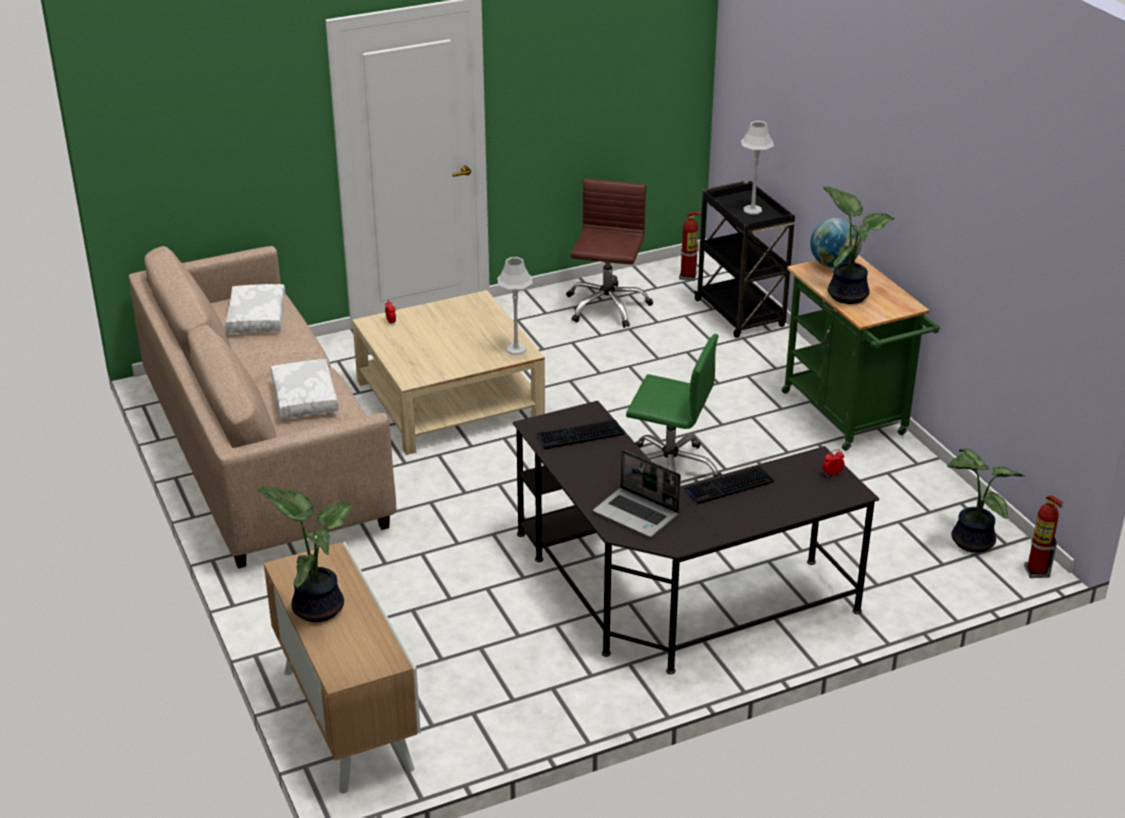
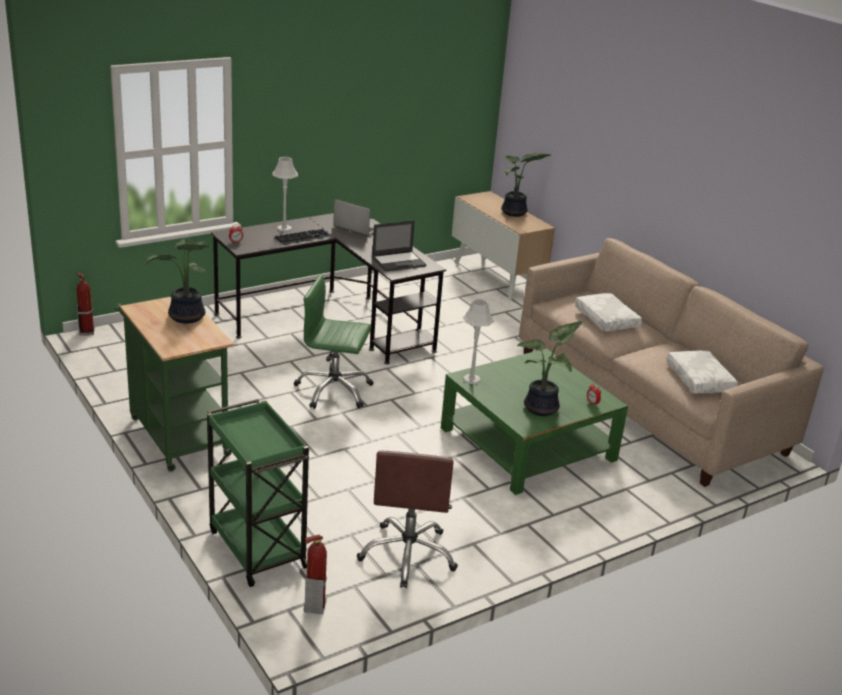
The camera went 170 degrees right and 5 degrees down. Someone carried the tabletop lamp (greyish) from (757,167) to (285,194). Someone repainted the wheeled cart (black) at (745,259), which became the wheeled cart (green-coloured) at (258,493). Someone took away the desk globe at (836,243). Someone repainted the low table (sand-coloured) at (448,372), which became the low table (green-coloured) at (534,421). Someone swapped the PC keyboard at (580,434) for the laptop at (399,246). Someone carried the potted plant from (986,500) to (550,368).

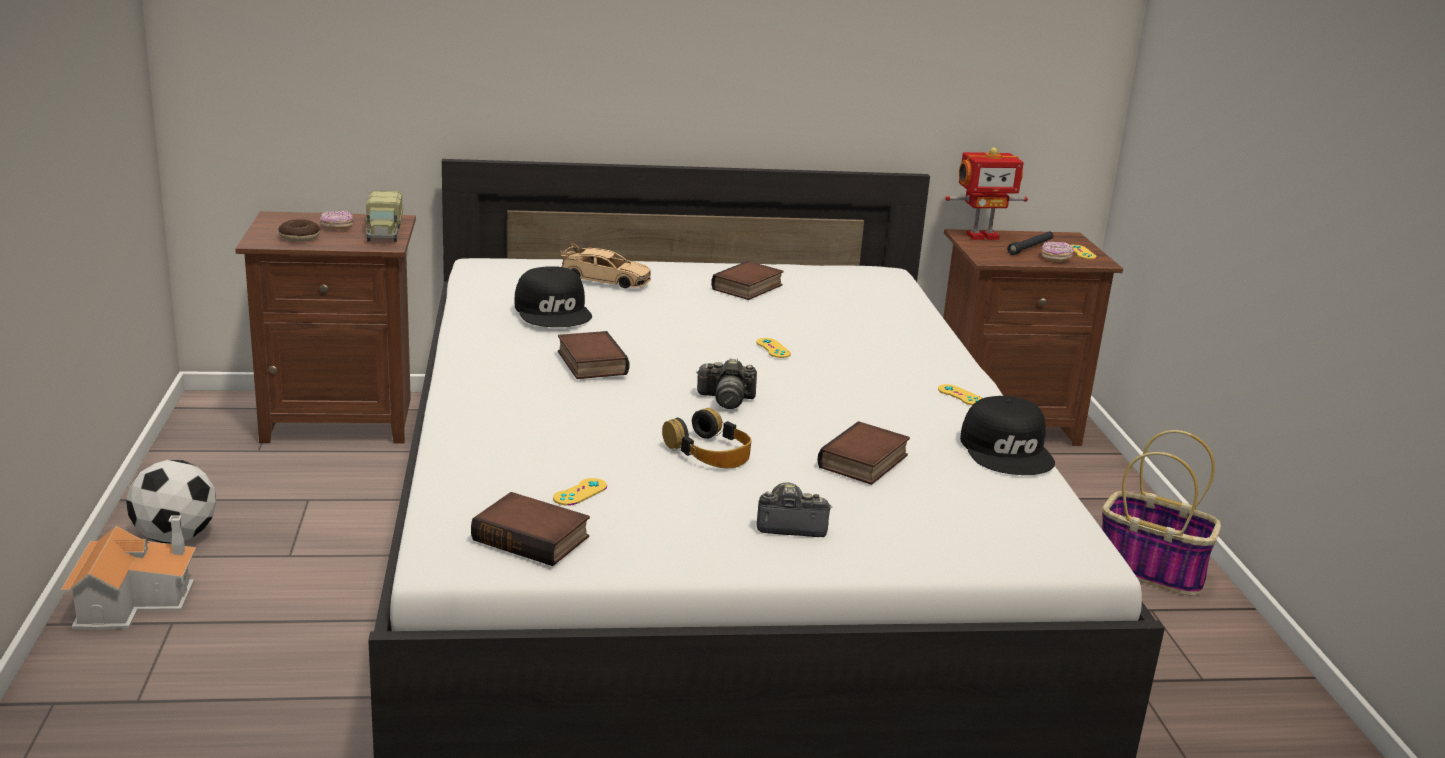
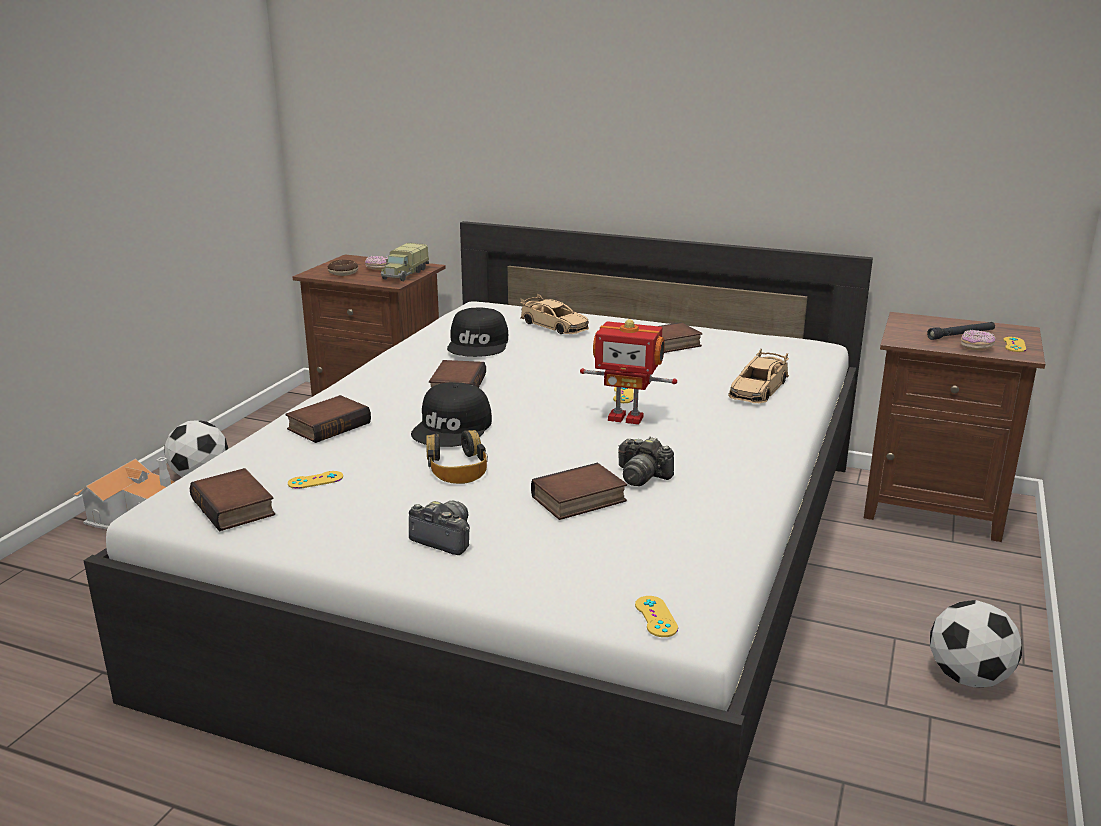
The camera went 30 degrees right and 0 degrees up. Someone carried the model robot from (986,193) to (628,372). Someone carried the photo camera from (726,383) to (646,461). Someone carried the gamepad (yellowish) from (960,394) to (656,616). Someone carried the peaked cap (black) from (1007,435) to (451,414). Someone swapped the household basket at (1161,513) for the football at (976,644). Someone put down the miniature car (sand-coloured) at (758,376). Someone put down the book at (328,419).

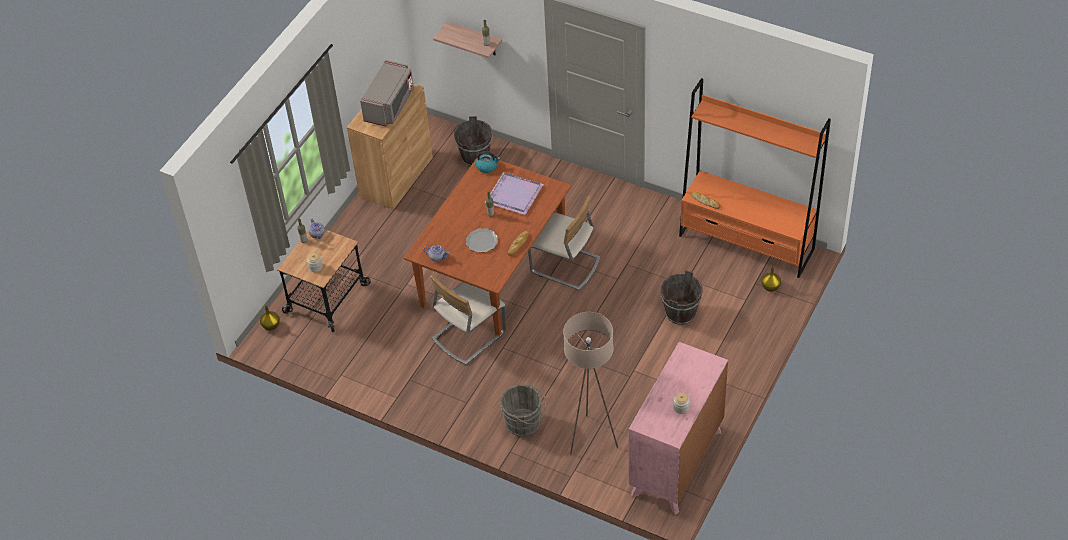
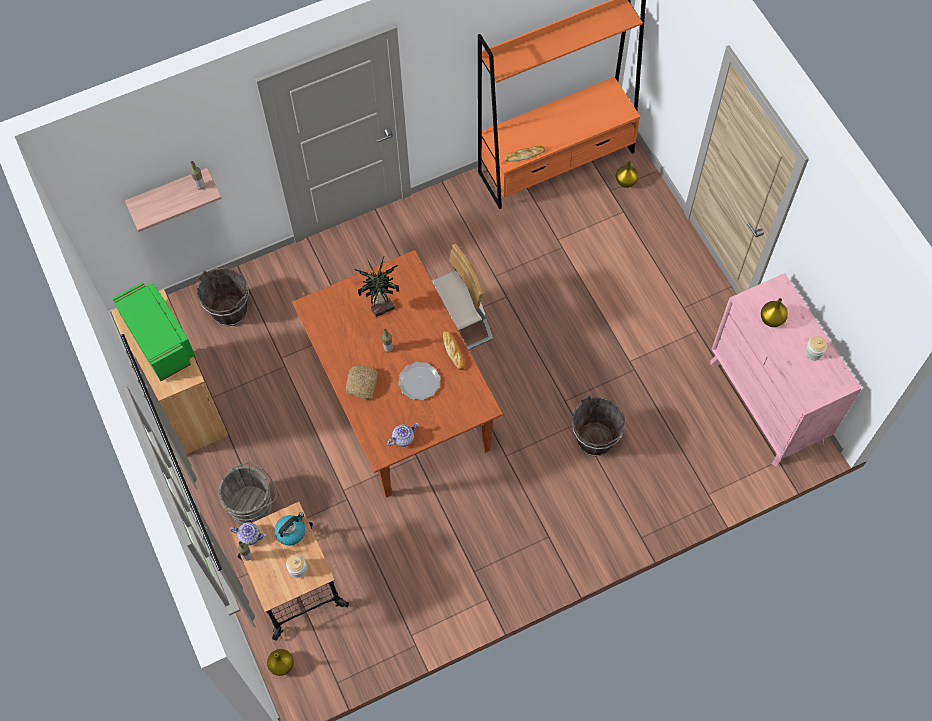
The camera went 55 degrees left and 15 degrees up. Someone repainted the microwave oven (greyish) at (387,93), which became the microwave oven (green-coloured) at (153,331). Someone carried the water kettle from (488,162) to (289,529). Someone swapped the tray (purplish) at (514,193) for the potted plant at (377,286). Someone carried the pail (brown) from (681,297) to (599,425). Someone took away the plain chair (sand-coloured) at (468,320). Someone took away the standing lamp (sand-coloured) at (590,383). Someone carried the pail (greyish) from (523,410) to (247,493). Someone put down the vase (yellowish) at (774,312). Someone put down the bakery bread at (362,382).

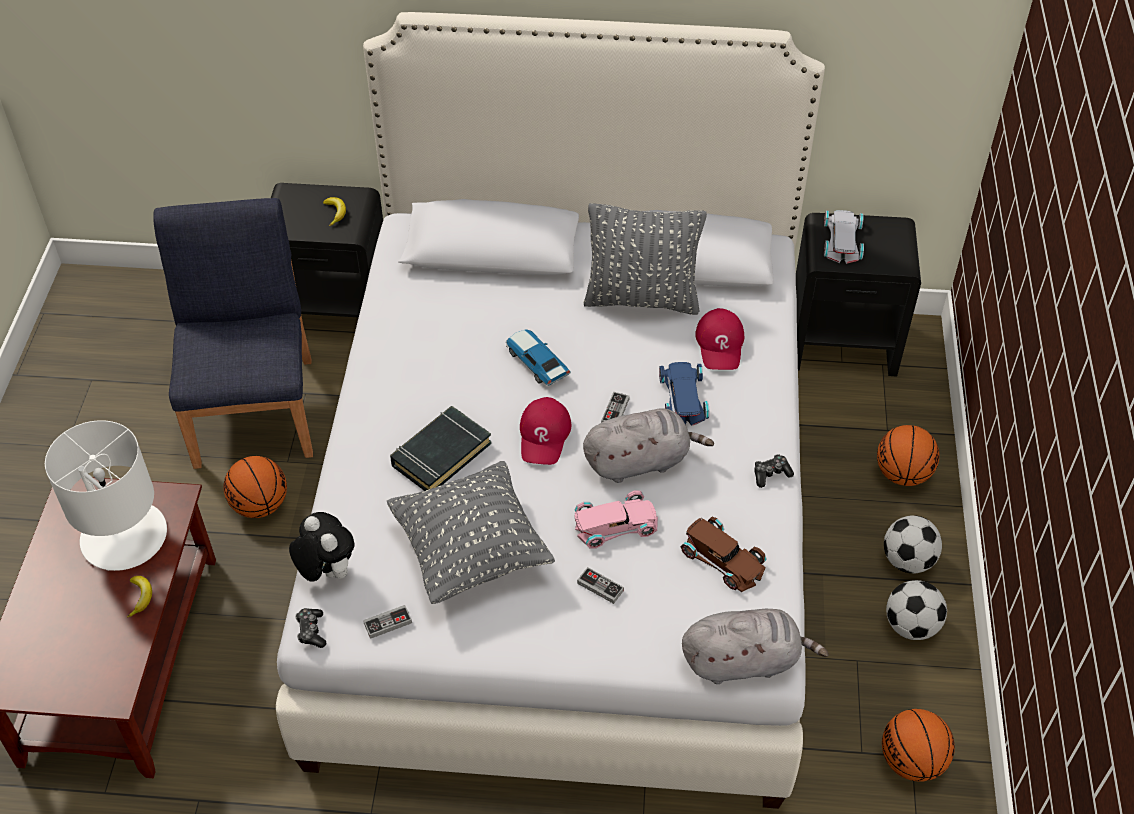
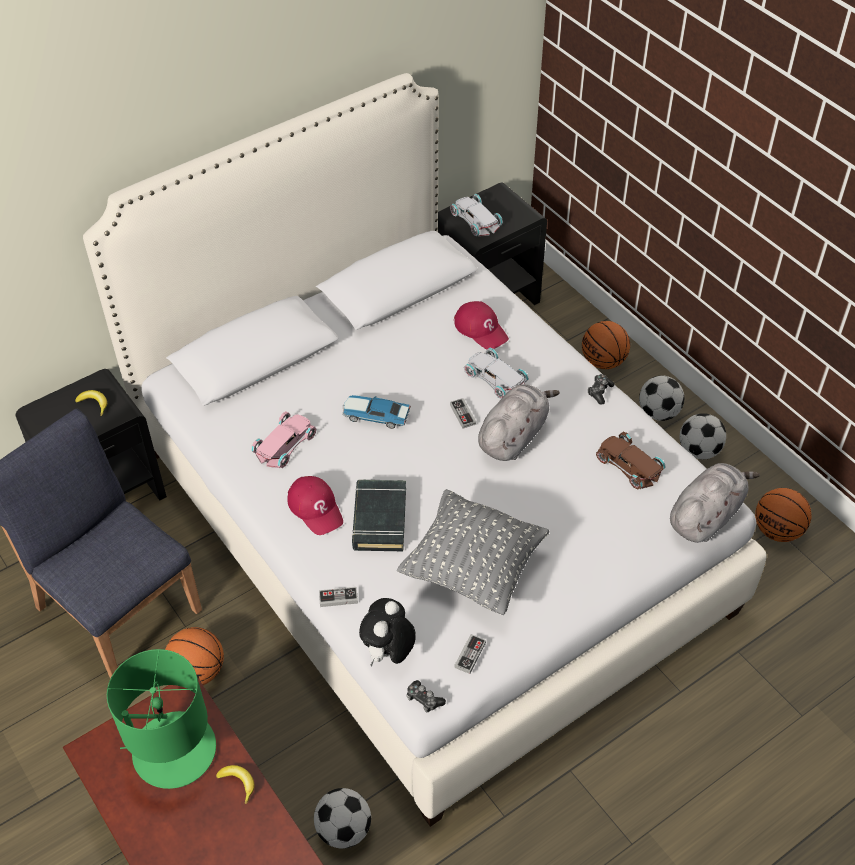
The camera went 40 degrees left and 0 degrees up. Someone took away the pillow (greyish) at (645,259). Someone repainted the miniature car (blue-coloured) at (684,394), which became the miniature car (whitish) at (496,373). Someone carried the peaked cap (red-coloured) from (545,431) to (315,505). Someone repainted the tabletop lamp (whitish) at (106,495), which became the tabletop lamp (green-coloured) at (161,719). Someone carried the miniature car (pink-coloured) from (616,519) to (284,439). Someone rotated the soft toy at (322,546) by 75 degrees counterclockwise. Someone rotated the miniature car (brown) at (724,554) by 135 degrees counterclockwise. Someone carried the gamepad from (600,585) to (338,597). Someone put down the football at (342,818).

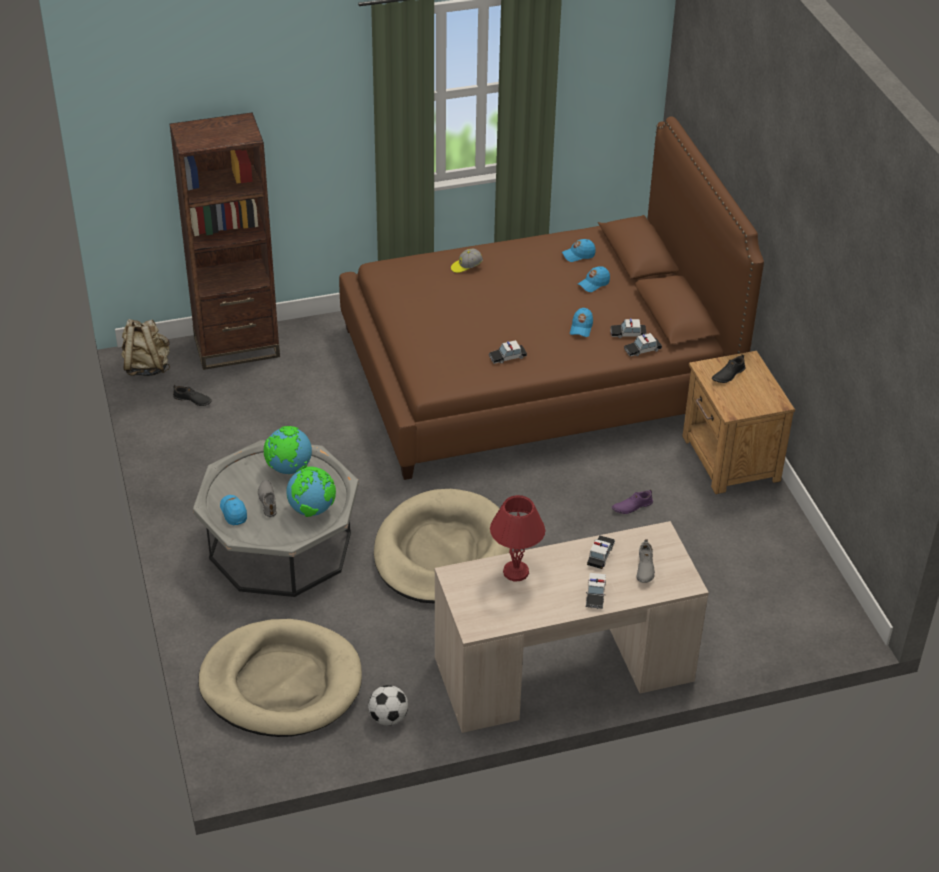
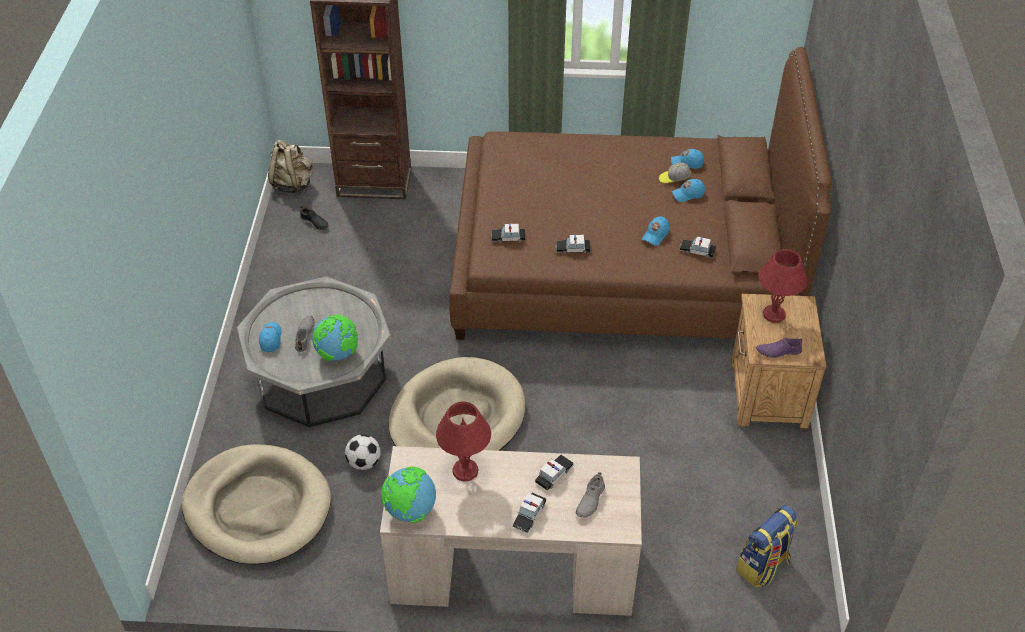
The camera went 20 degrees right and 5 degrees up. Someone carried the peaked cap from (467,261) to (675,173). Someone carried the miniature car from (643,344) to (508,233). Someone swapped the item of footwear (black) at (728,368) for the tabletop lamp (red-coloured) at (783,286). Someone carried the desk globe from (288,450) to (408,494). Someone carried the item of footwear (purplish) from (632,501) to (779,348). Someone carried the football from (388,705) to (363,452). Someone put down the rucksack at (767,546).

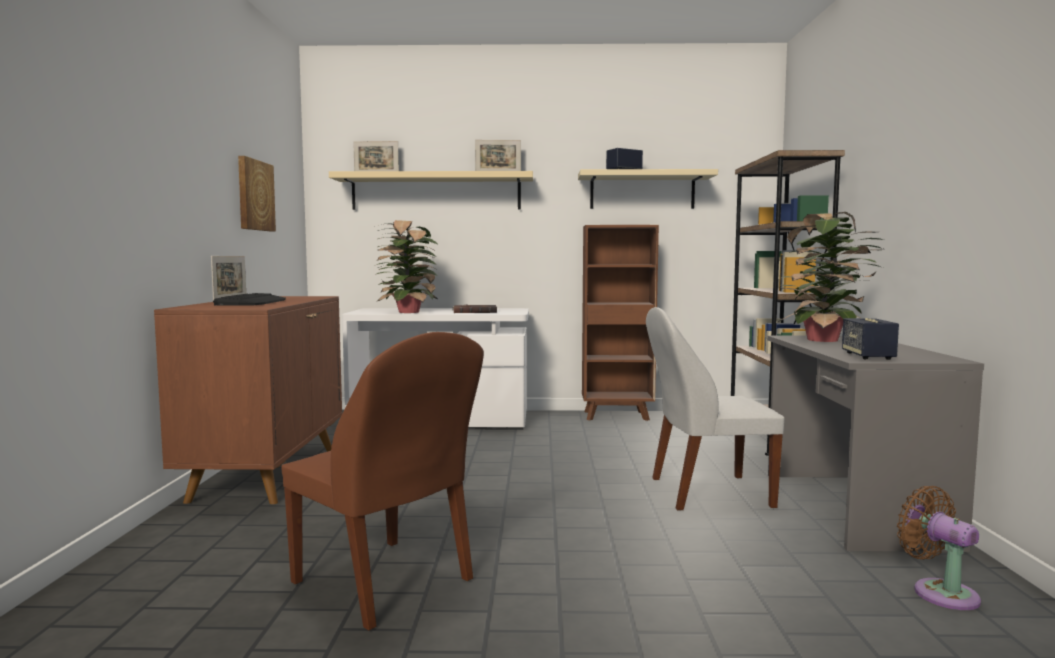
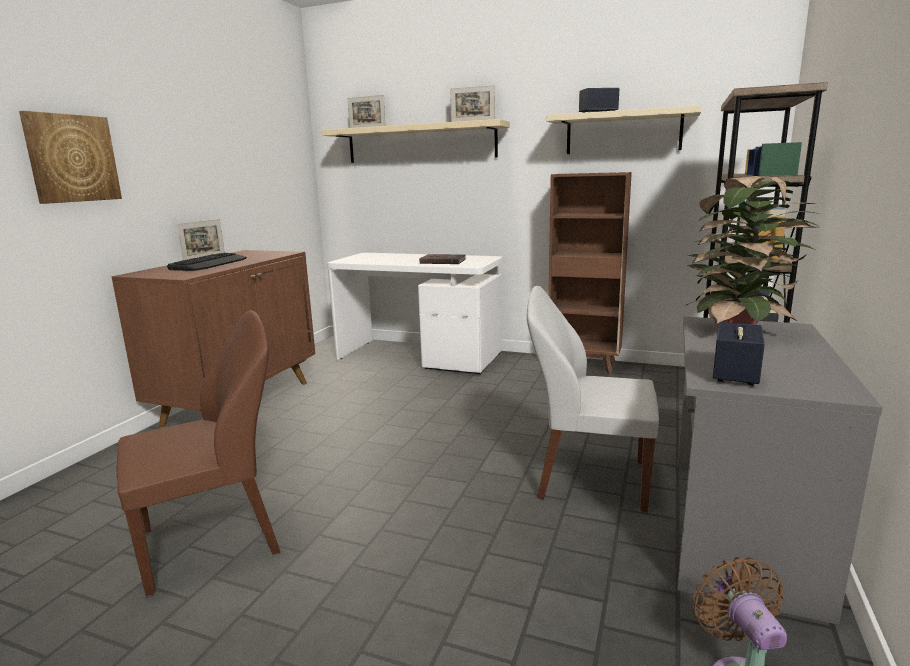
The camera went 20 degrees right and 10 degrees up. Someone carried the wall picture from (257,193) to (70,157). Someone took away the potted plant at (407,266). Someone rotated the plain chair (brown) at (383,481) by 90 degrees counterclockwise.

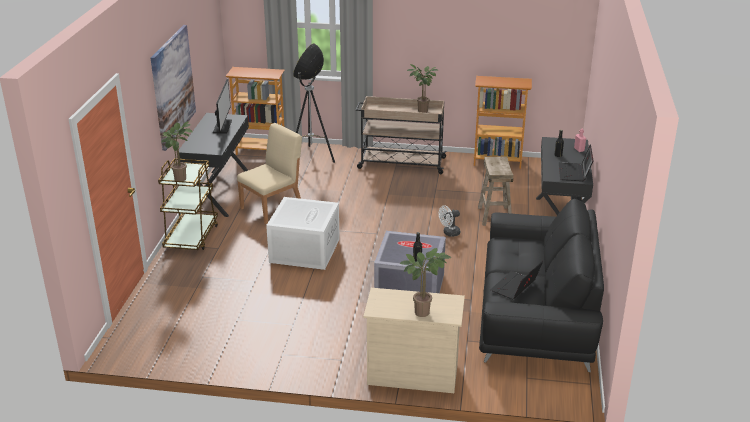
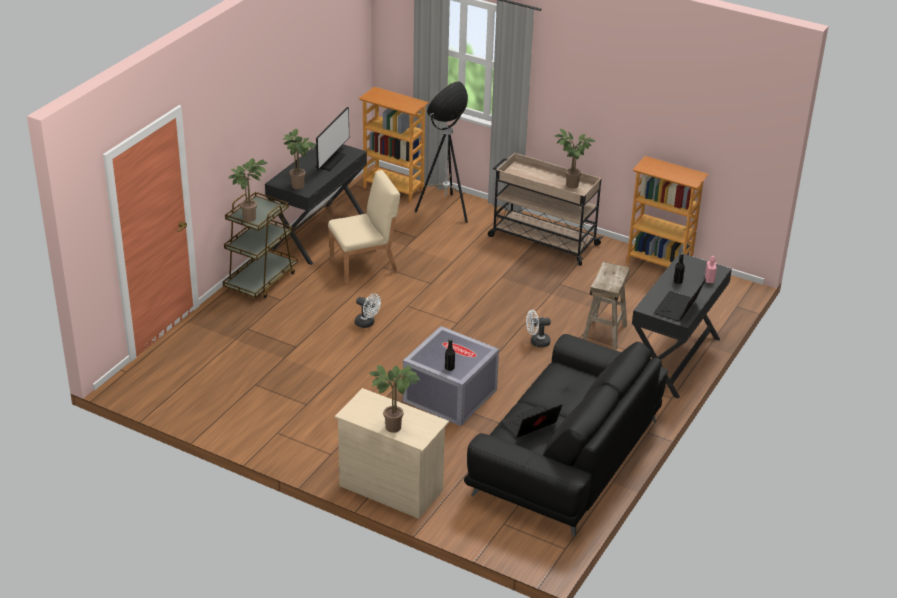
The camera went 20 degrees right and 5 degrees up. Someone took away the wall picture at (173,88). Someone swapped the storage bin (whitish) at (303,233) for the fan (whitish) at (368,311). Someone put down the potted plant at (299,159).

